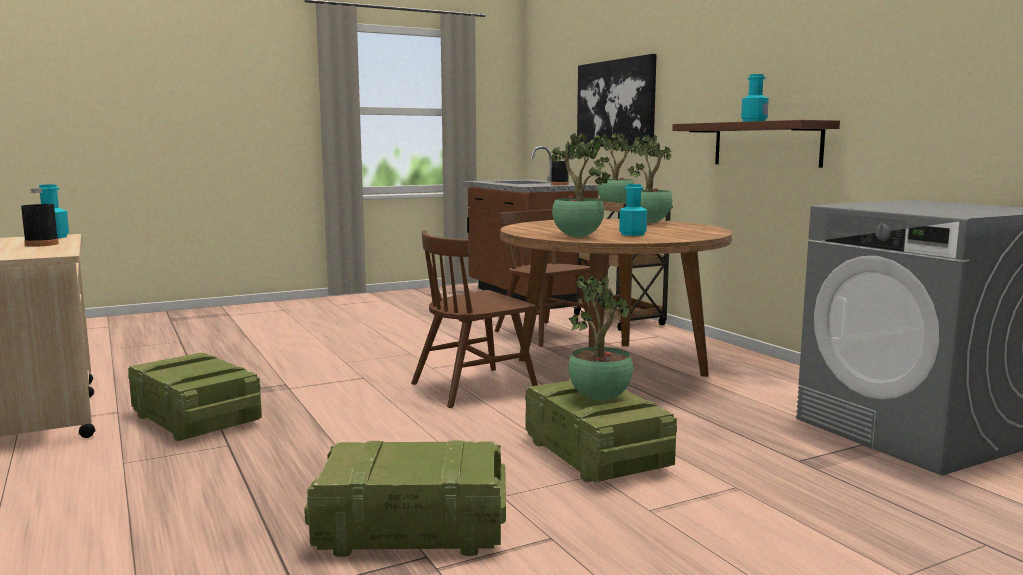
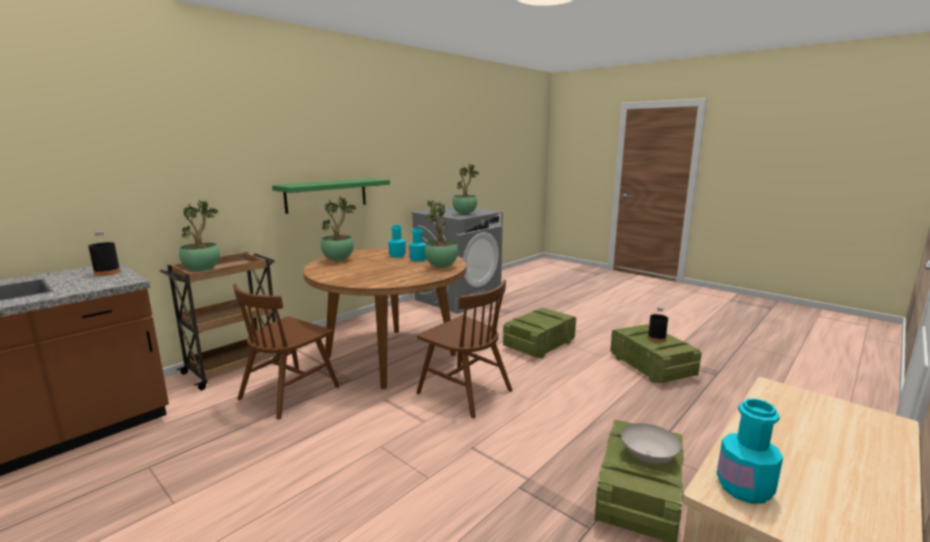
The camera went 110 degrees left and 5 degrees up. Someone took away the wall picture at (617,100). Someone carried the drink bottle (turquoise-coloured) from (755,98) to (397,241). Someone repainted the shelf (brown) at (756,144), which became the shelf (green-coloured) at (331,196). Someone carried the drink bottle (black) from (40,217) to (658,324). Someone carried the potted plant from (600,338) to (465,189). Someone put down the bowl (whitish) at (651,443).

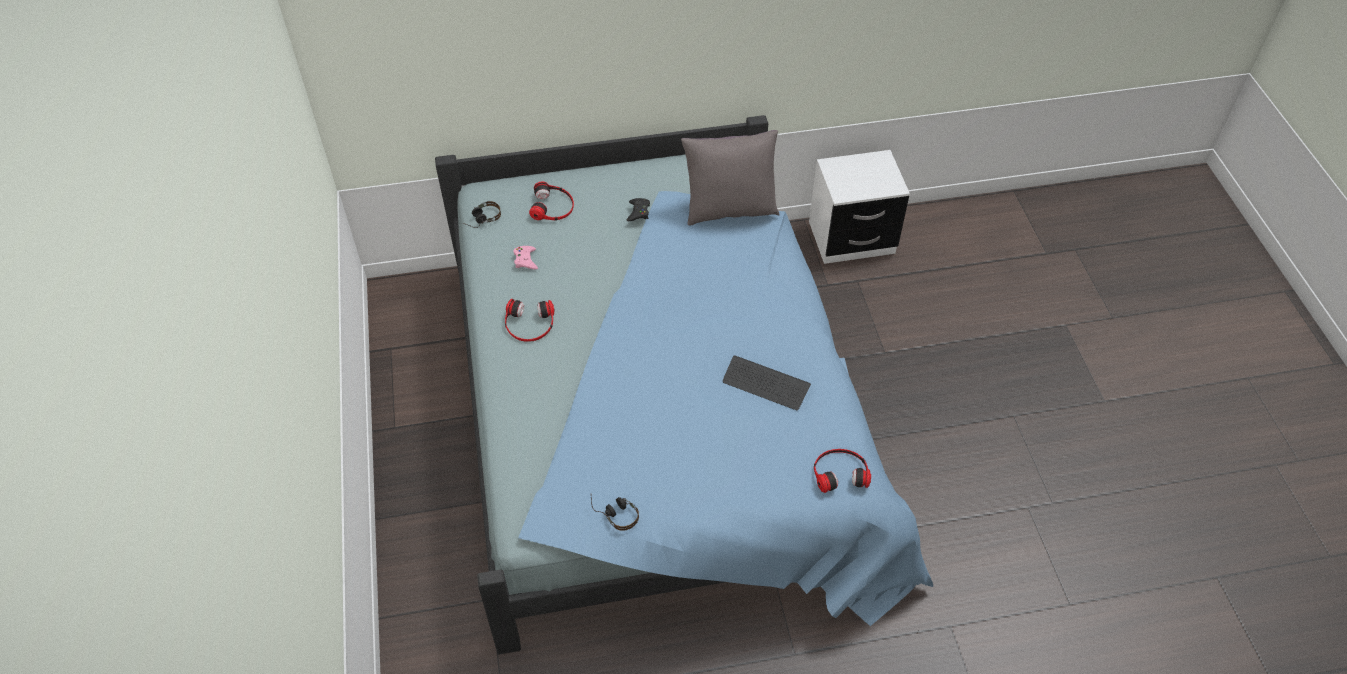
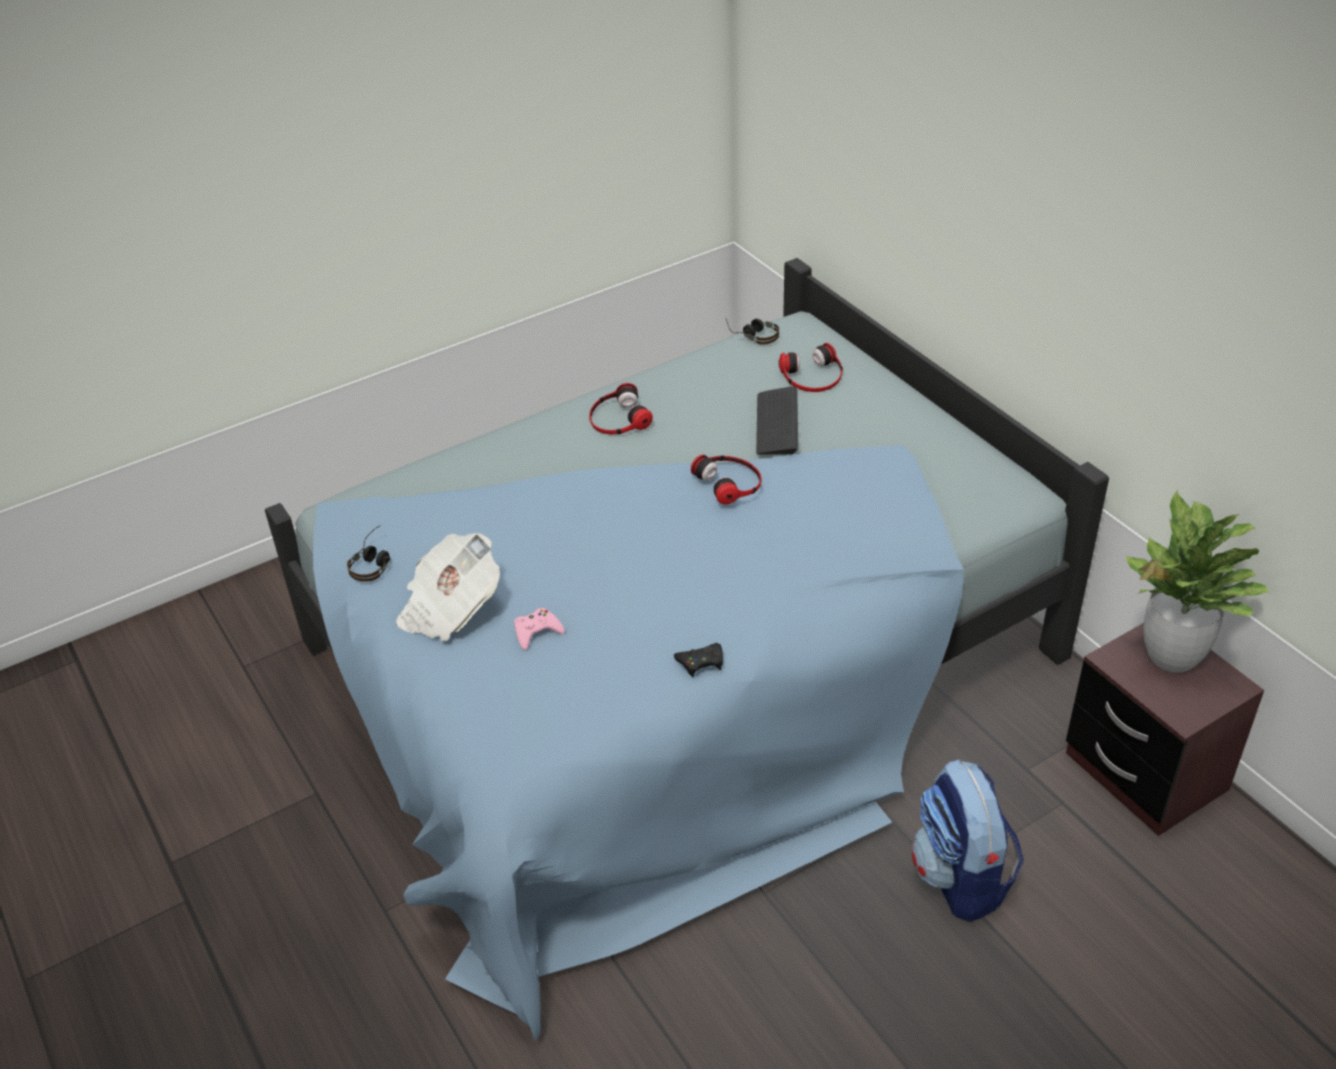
The camera went 70 degrees right and 10 degrees down. Someone took away the pillow (greyish) at (730,177). Someone repainted the bedside table (whitish) at (859,207), which became the bedside table (brown) at (1165,729). Someone carried the gamepad (black) from (638,209) to (698,660). Someone carried the gamepad (pink-coloured) from (525,258) to (539,629). Someone carried the PC keyboard from (767,383) to (777,420). Someone carried the headset from (842,471) to (726,480). Someone put down the potted plant at (1197,581). Someone put down the printed paper at (448,587). Someone put down the rucksack at (968,840).

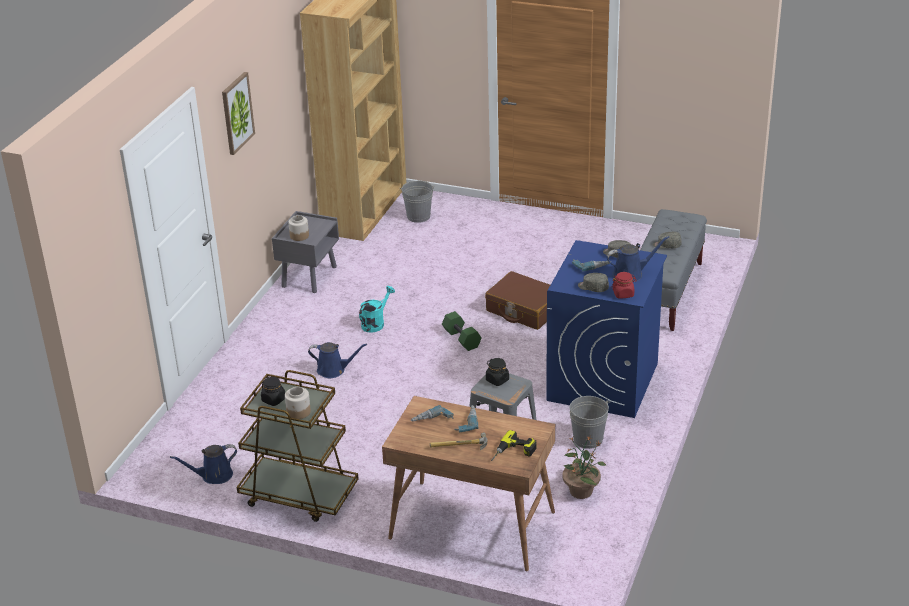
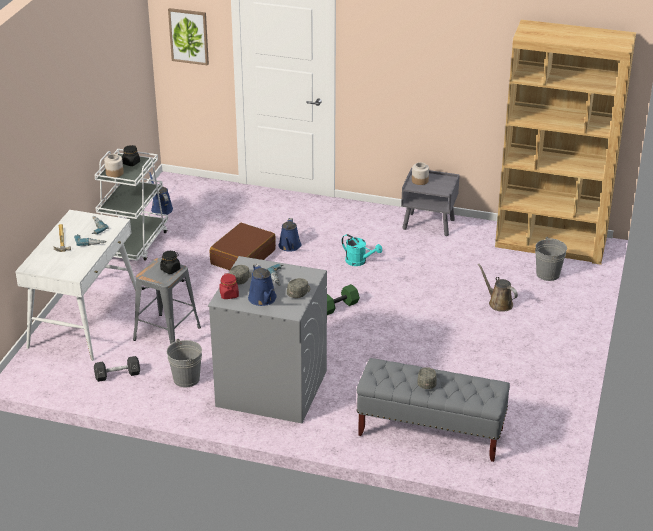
The camera went 85 degrees right and 0 degrees up. Someone carried the wall picture from (238,113) to (188,36). Someone repainted the washing machine (blue-coloured) at (606,329), which became the washing machine (greyish) at (267,339). Someone carried the suitcase (brown) from (517,300) to (243,246). Someone repainted the wheeled cart (brown) at (298,446), which became the wheeled cart (whitish) at (131,205). Someone repainted the desk unit (brown) at (468,484), which became the desk unit (whitish) at (75,285). Someone took away the drill at (513,445). Someone swapped the potted plant at (584,467) for the dumbbell (black) at (117,369). Someone put down the watering pot (brown) at (498,288).

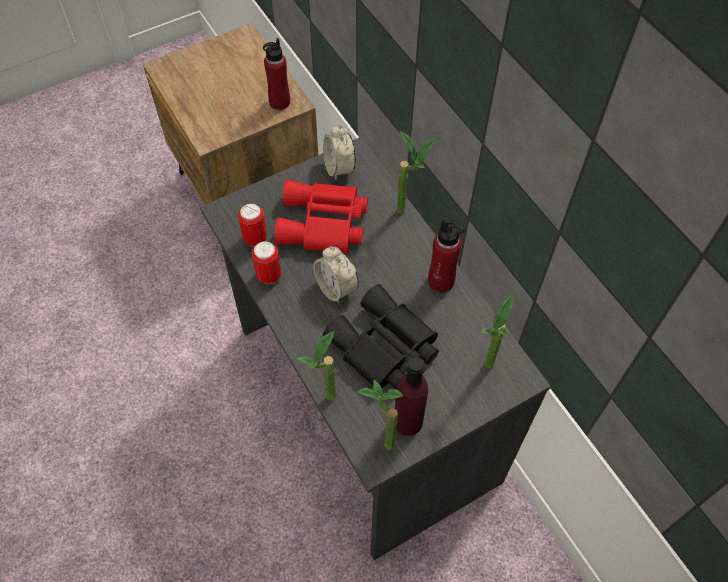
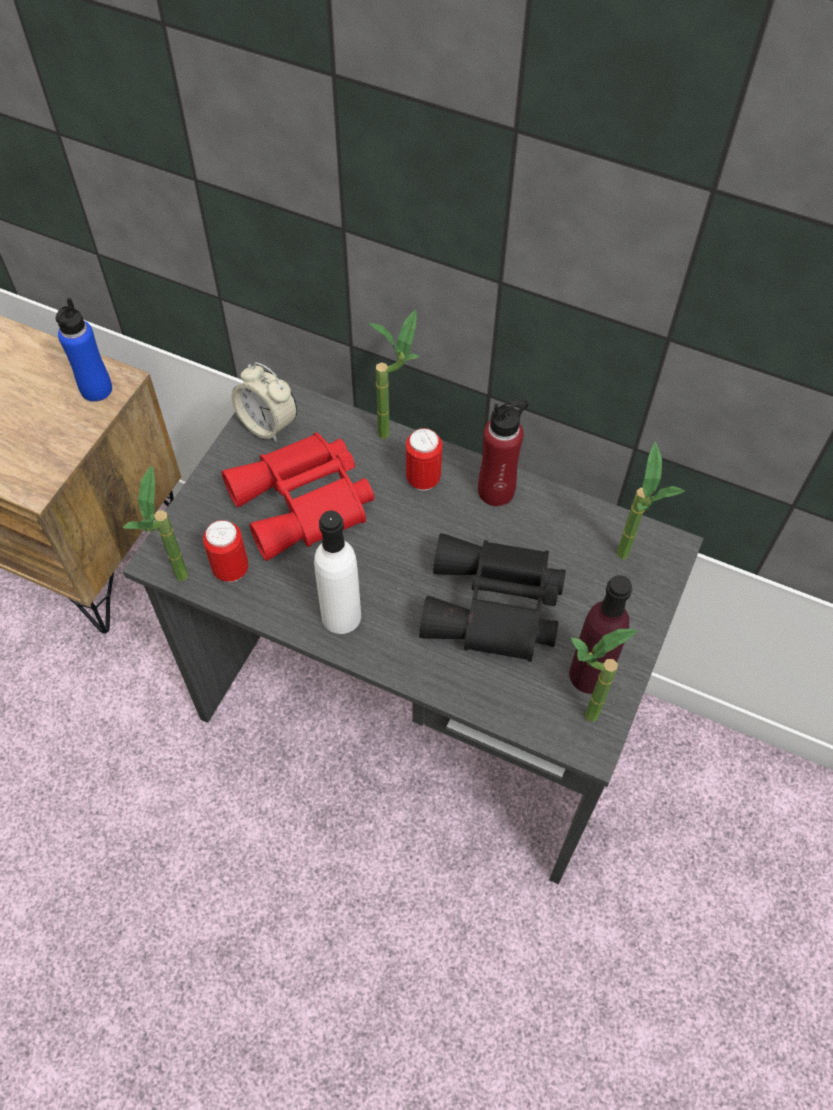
The camera went 35 degrees left and 0 degrees up. Someone repainted the drink bottle (red-coloured) at (276,74), which became the drink bottle (blue-coloured) at (84,350). Someone carried the sealed can from (266,262) to (424,459). Someone took away the alarm clock at (336,275). Someone carried the potted plant from (316,366) to (155,523). Someone put down the drink bottle (whitish) at (337,572).

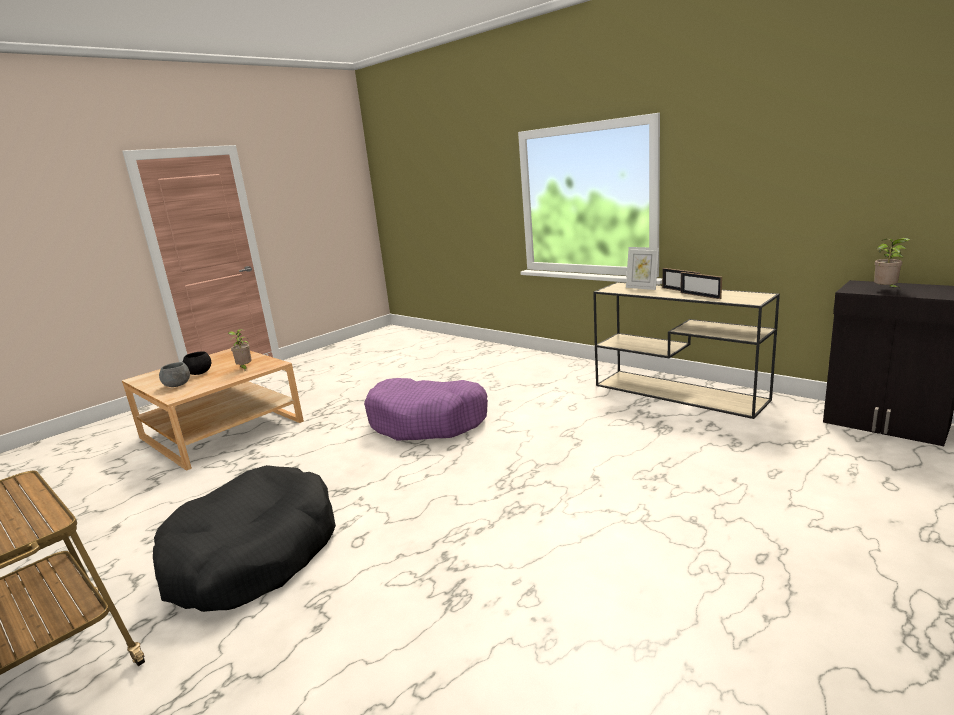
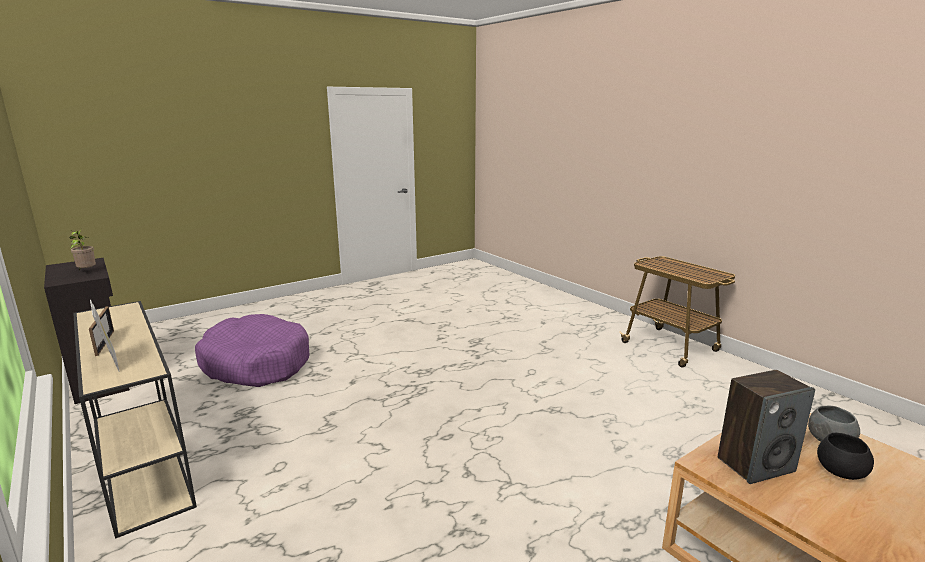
The camera went 170 degrees left and 0 degrees up. Someone took away the picture frame at (701,285). Someone swapped the potted plant at (240,349) for the loudspeaker at (766,427). Someone carried the dog cushion (purplish) from (426,409) to (252,350). Someone took away the dog cushion (black) at (244,538).

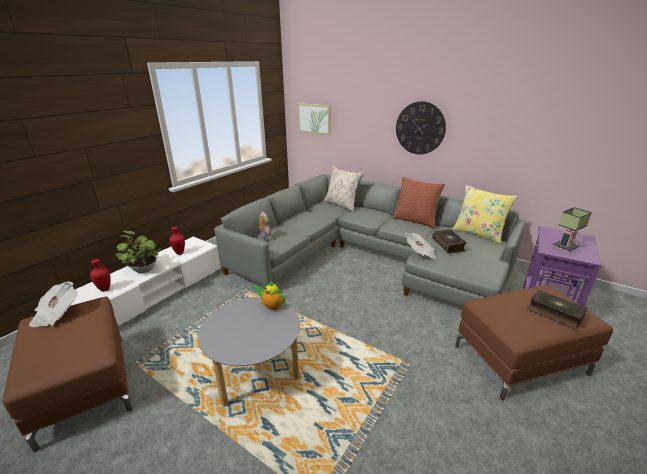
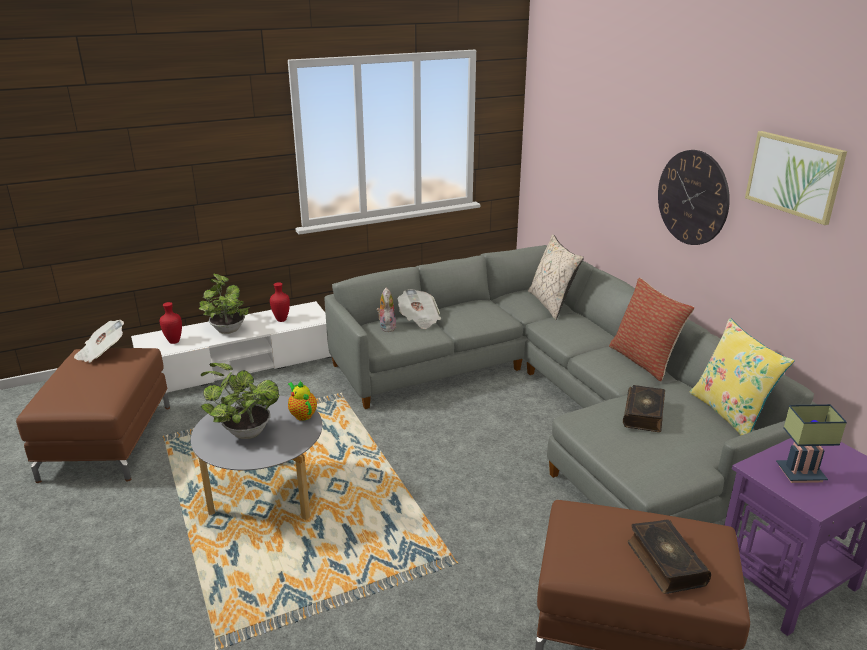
The camera went 30 degrees right and 0 degrees up. Someone carried the wall picture from (314,119) to (796,178). Someone carried the printed paper from (420,246) to (419,309). Someone put down the potted plant at (240,401).

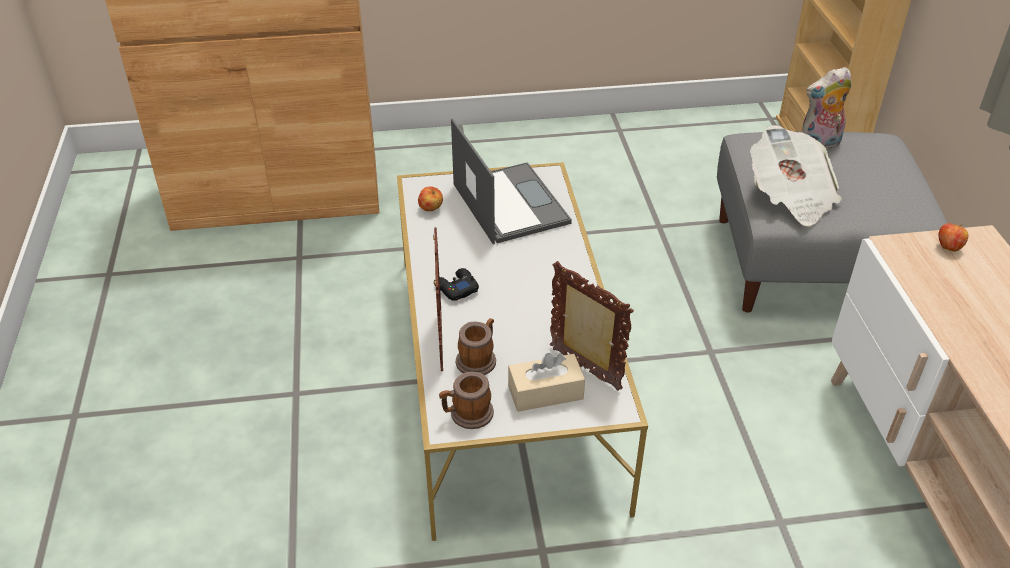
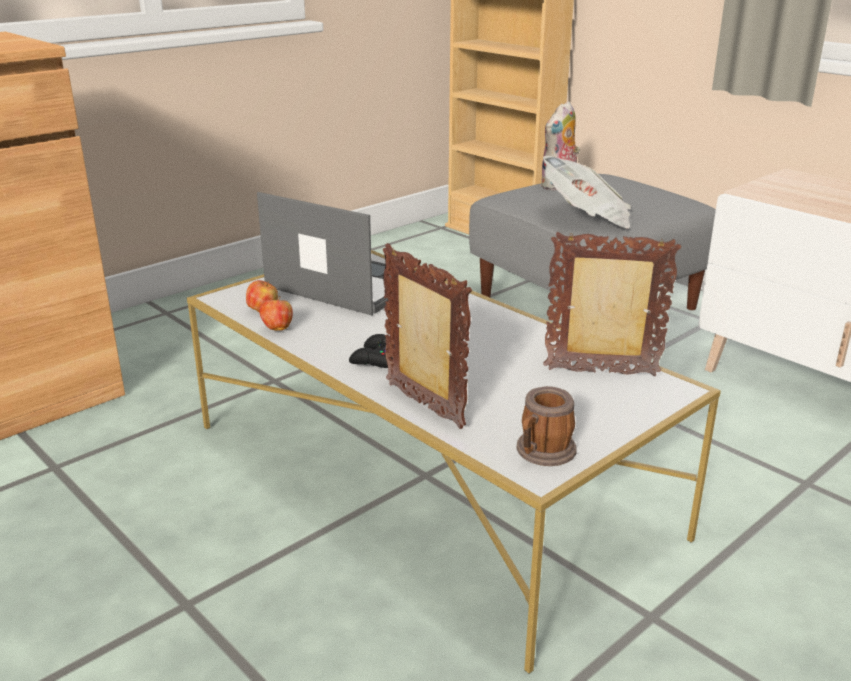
The camera went 35 degrees left and 15 degrees down. Someone carried the apple fruit from (953,237) to (276,313). Someone took away the mug at (476,346). Someone took away the tissue holder (sand-coloured) at (546,382).

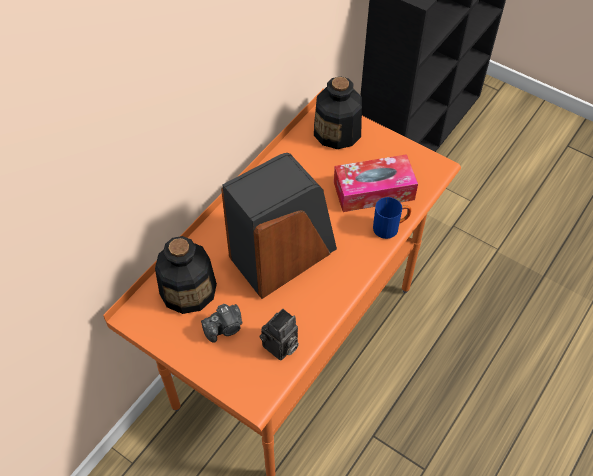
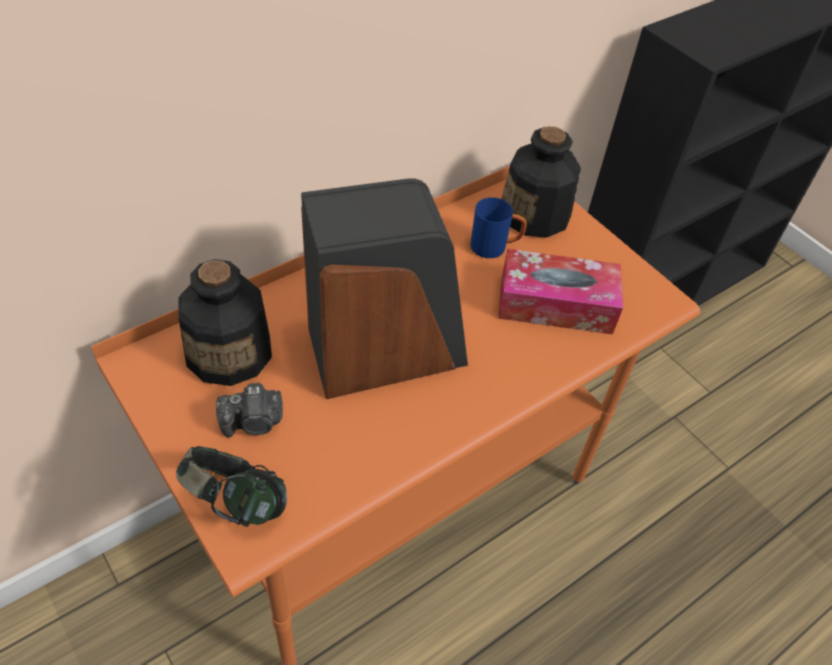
The camera went 15 degrees right and 5 degrees down. Someone carried the mug (blue-coloured) from (392,218) to (498,227). Someone took away the photo camera at (279,334). Someone put down the headset at (231,486).

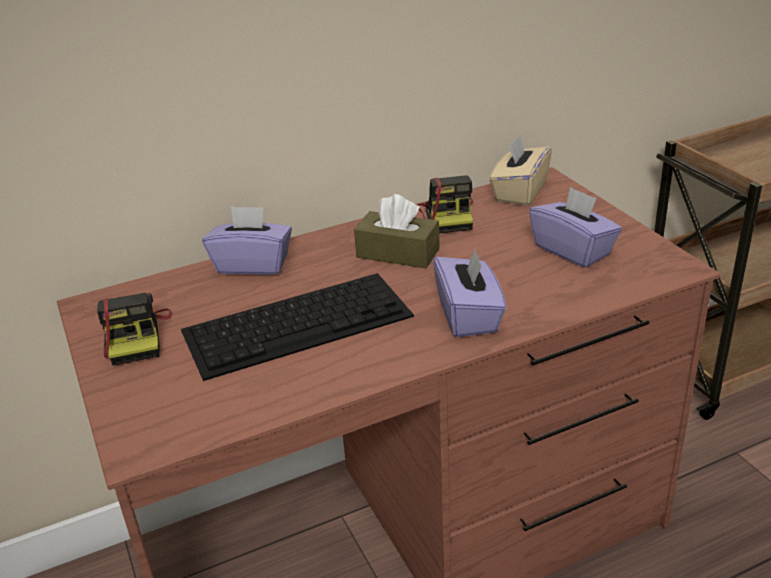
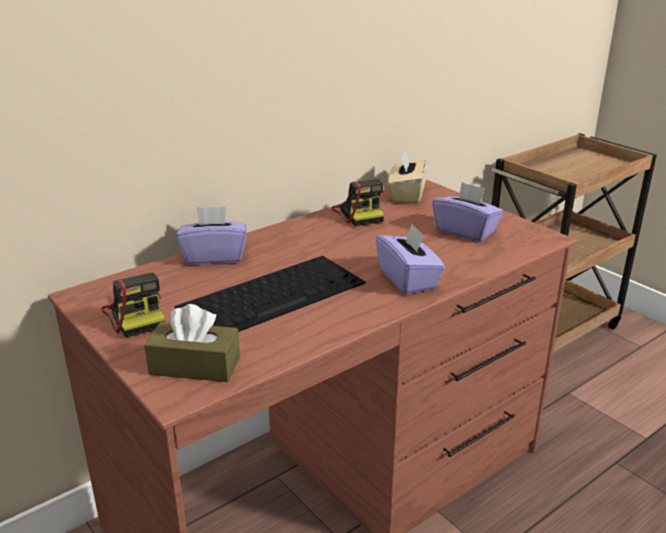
The camera went 15 degrees left and 5 degrees down. Someone carried the tissue holder (brown) from (397,231) to (192,343).

